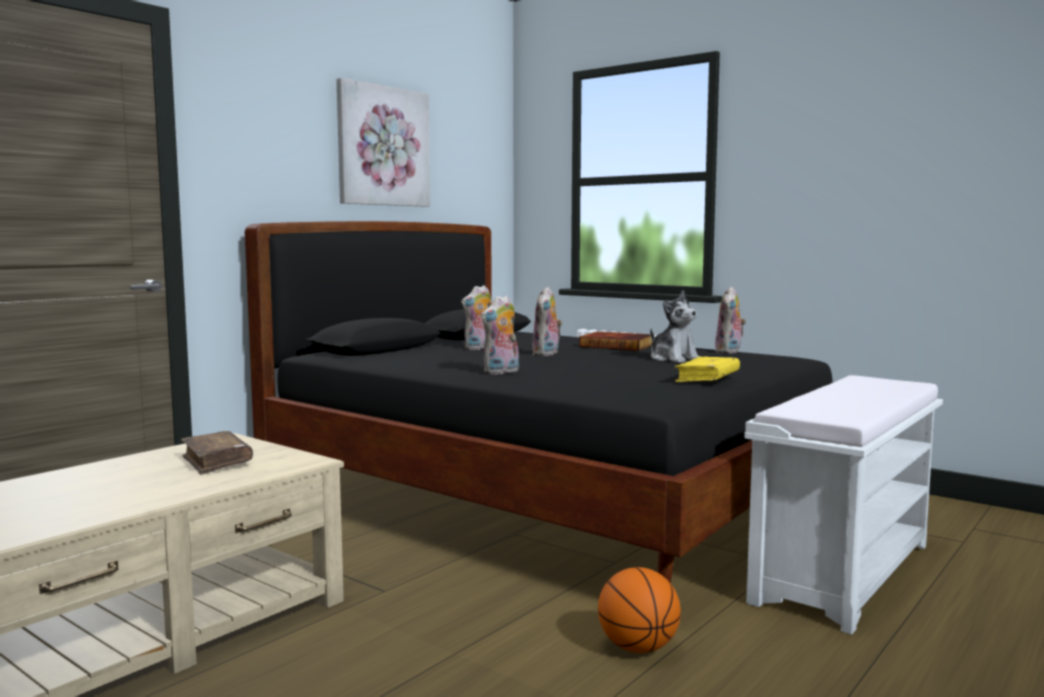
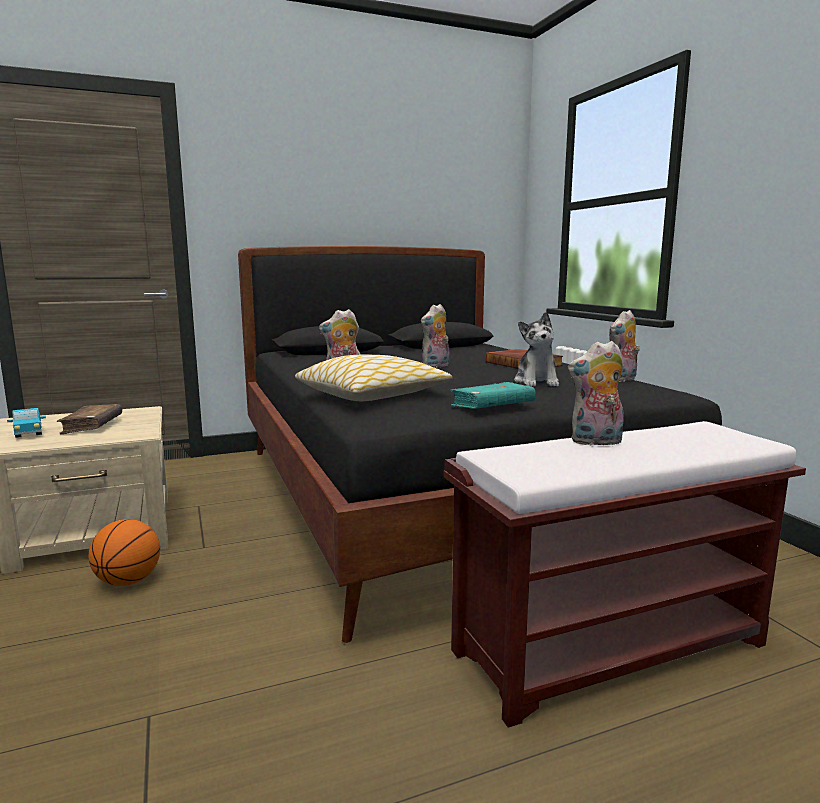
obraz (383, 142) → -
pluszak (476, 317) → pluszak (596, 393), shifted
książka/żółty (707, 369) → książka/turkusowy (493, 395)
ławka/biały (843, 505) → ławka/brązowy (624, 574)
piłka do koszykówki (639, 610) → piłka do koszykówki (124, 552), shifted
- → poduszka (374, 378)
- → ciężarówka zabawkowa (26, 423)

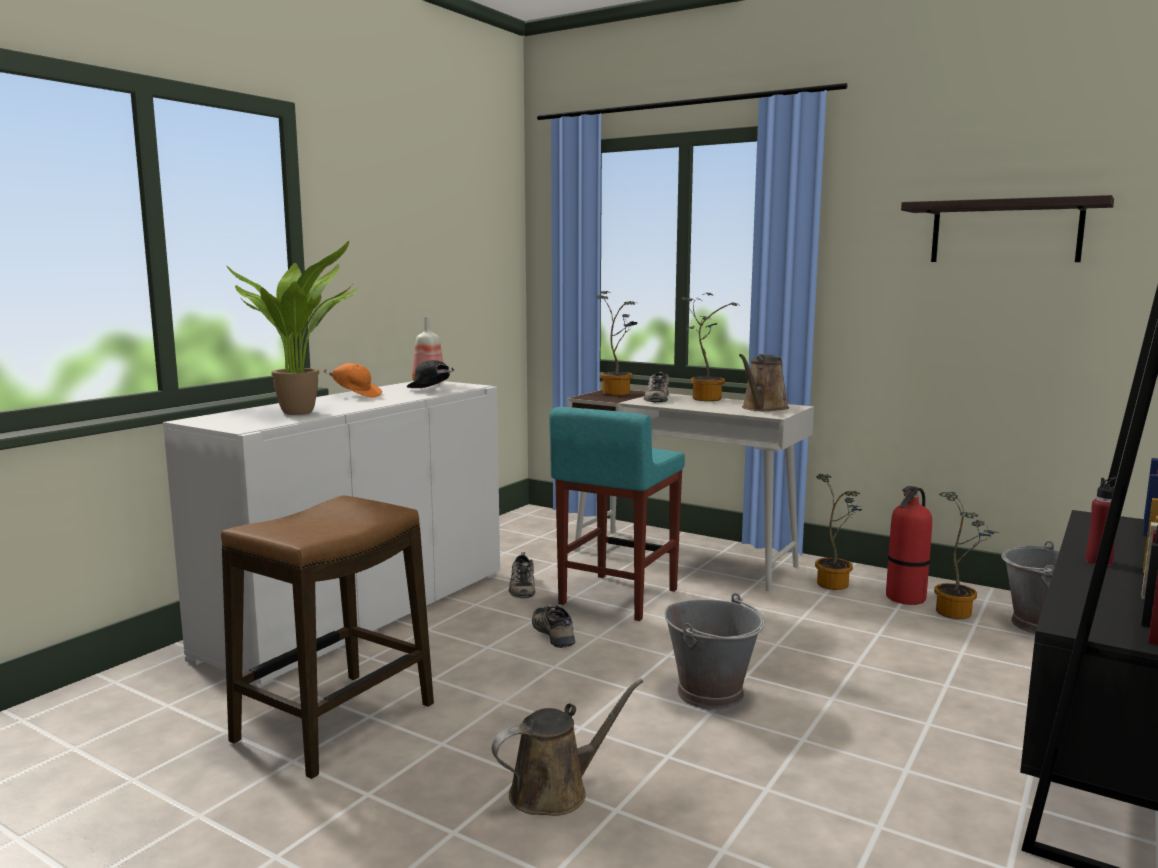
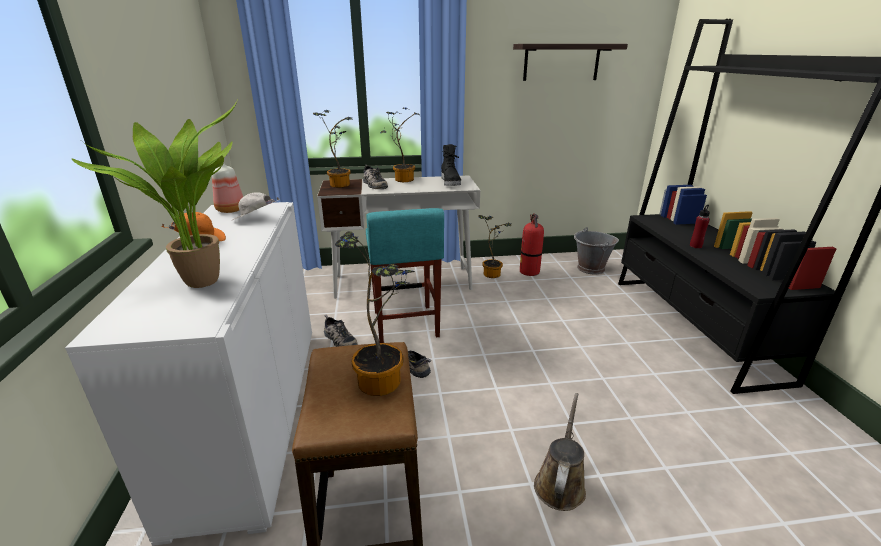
konewka/brązowy (764, 382) → but z cholewką/czarny (451, 165)
czapka z daszkiem/czarny (430, 374) → czapka z daszkiem/biały (255, 206)
roślina doniczkowa (966, 555) → roślina doniczkowa (375, 313), shifted
wiadro/szary (715, 651) → -

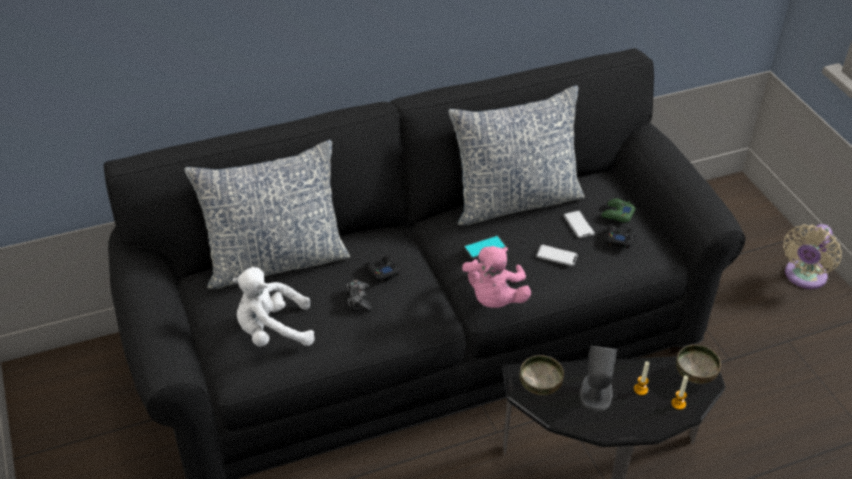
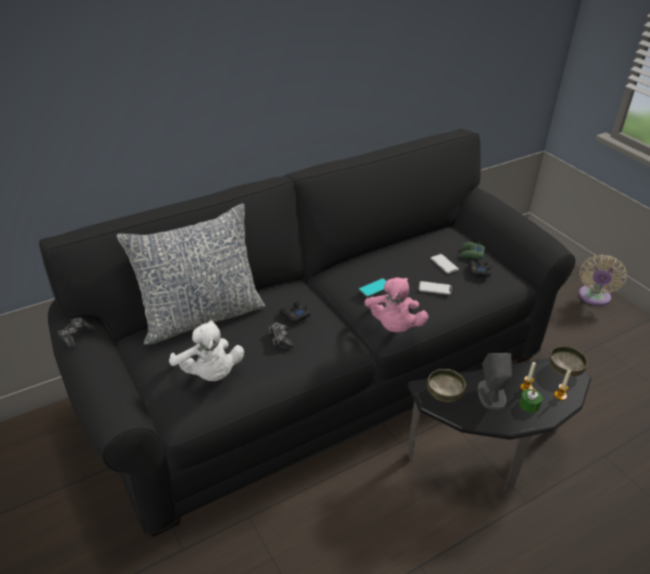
poduszka (516, 155) → -
pluszak/biały (273, 306) → pluszak/biały (206, 350), 105 degrees counterclockwise
- → pad do gier (76, 333)
- → świeca/zielony (531, 400)

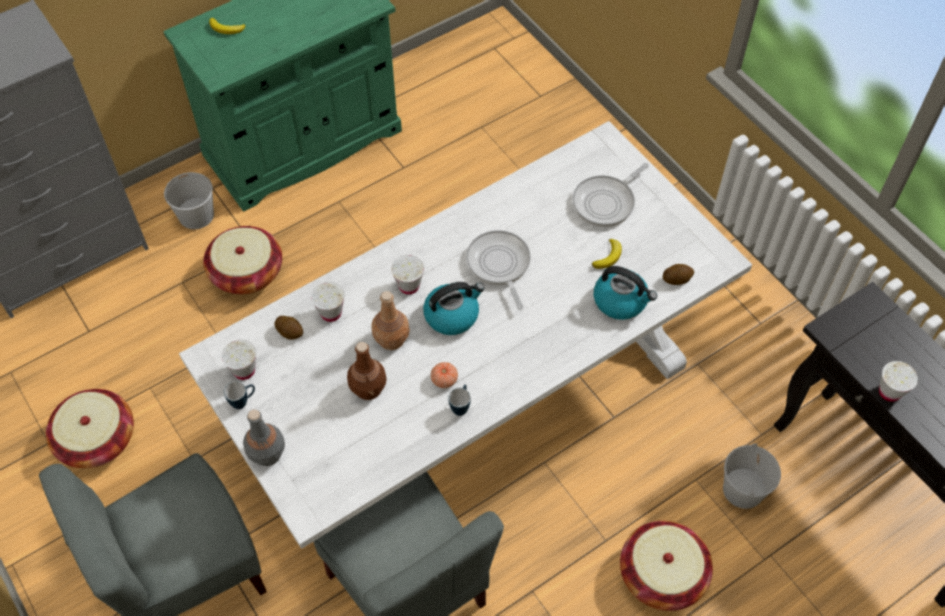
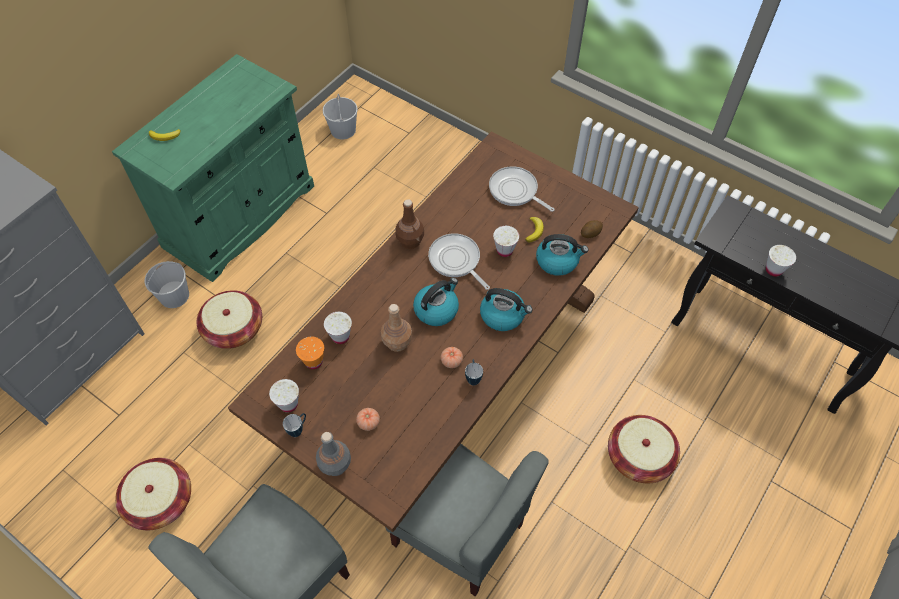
stół jadalny/biały (465, 335) → stół jadalny/brązowy (433, 331)
patelnia (611, 195) → patelnia (522, 189), 105 degrees clockwise
filiżanka/biały (407, 274) → filiżanka/biały (506, 241), shifted
ziemniak (288, 328) → filiżanka/pomarańczowy (310, 352)
butelka/brązowy (367, 371) → butelka/brązowy (409, 224), shifted
wiadro/biały (752, 476) → wiadro/biały (340, 117), shifted
- → czajnik (506, 309)
- → pomidor (368, 419)

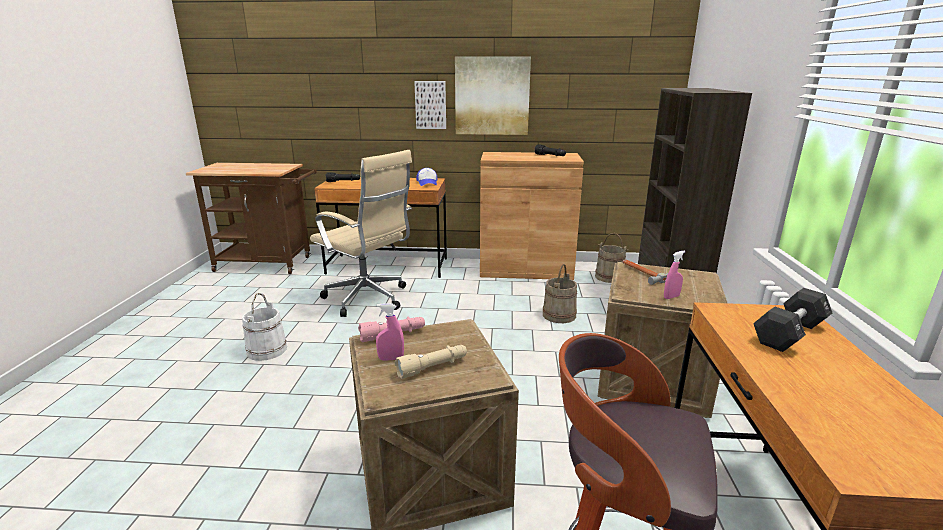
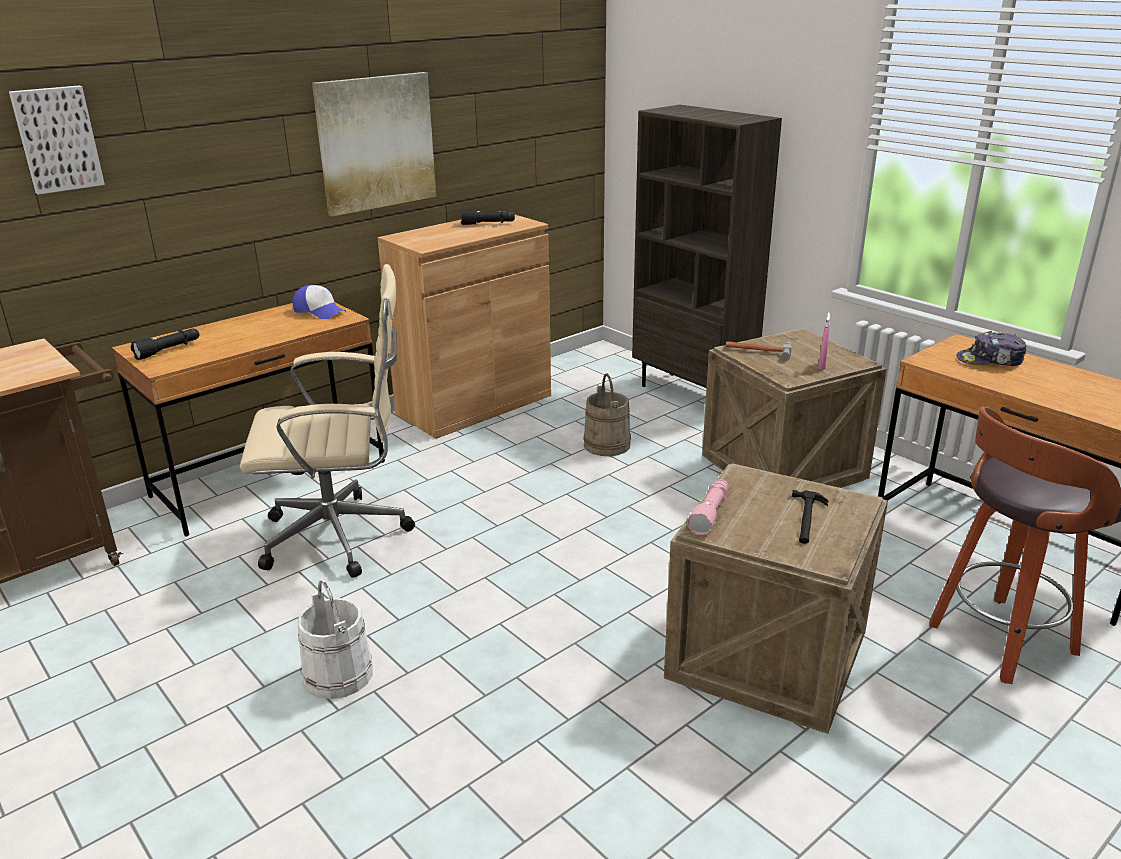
obraz (430, 105) → obraz (57, 140), shifted
wiadro/beżowy (611, 258) → -
hantel/czarny (792, 320) → czapka z daszkiem (991, 348)
spryskiwacz/różowy (390, 332) → -
latarka/beżowy (431, 362) → młotek (810, 517)

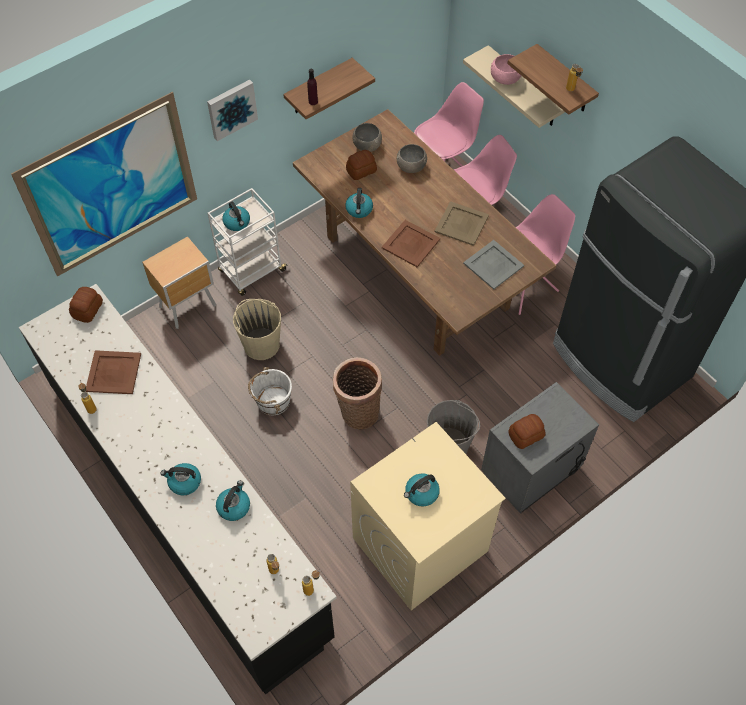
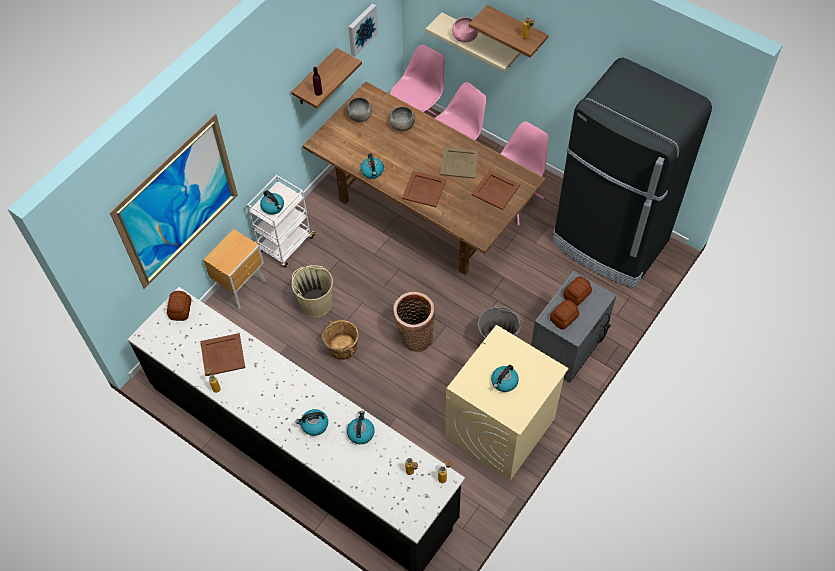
obraz (232, 110) → obraz (363, 30), shifted
chleb (361, 165) → chleb (577, 291), shifted
taca/szary (493, 265) → taca/brązowy (496, 190)
wiadro/biały (270, 391) → wiadro/brązowy (340, 340)

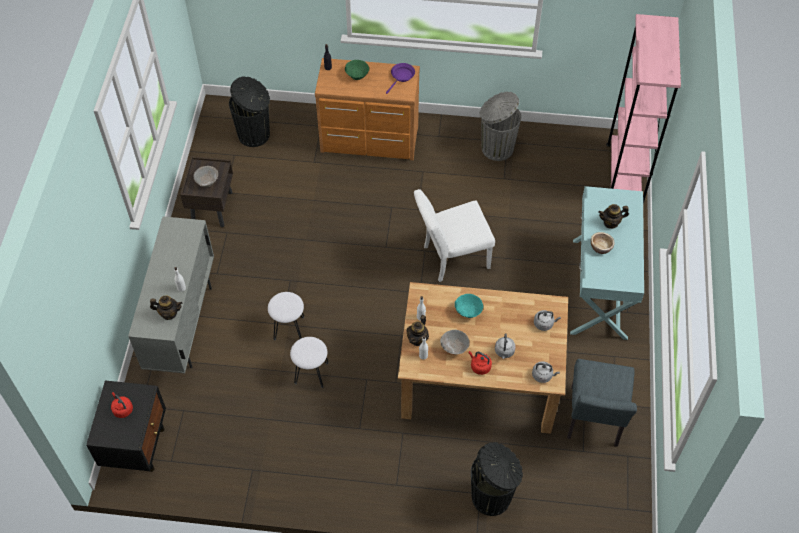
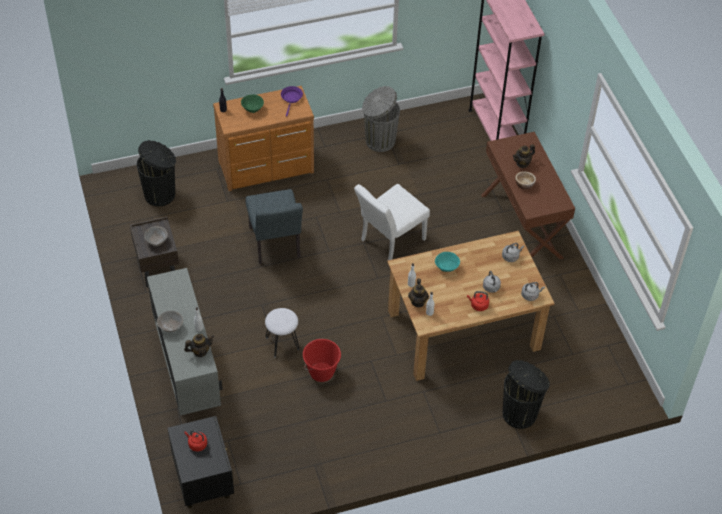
stolik konsolowy/turkusowy (607, 263) → stolik konsolowy/brązowy (528, 195)
miska/szary (455, 342) → miska/szary (170, 321), shifted
stołek/biały (309, 362) → wiadro/czerwony (322, 360)
krzesło/szary (602, 403) → krzesło/szary (274, 226), shifted

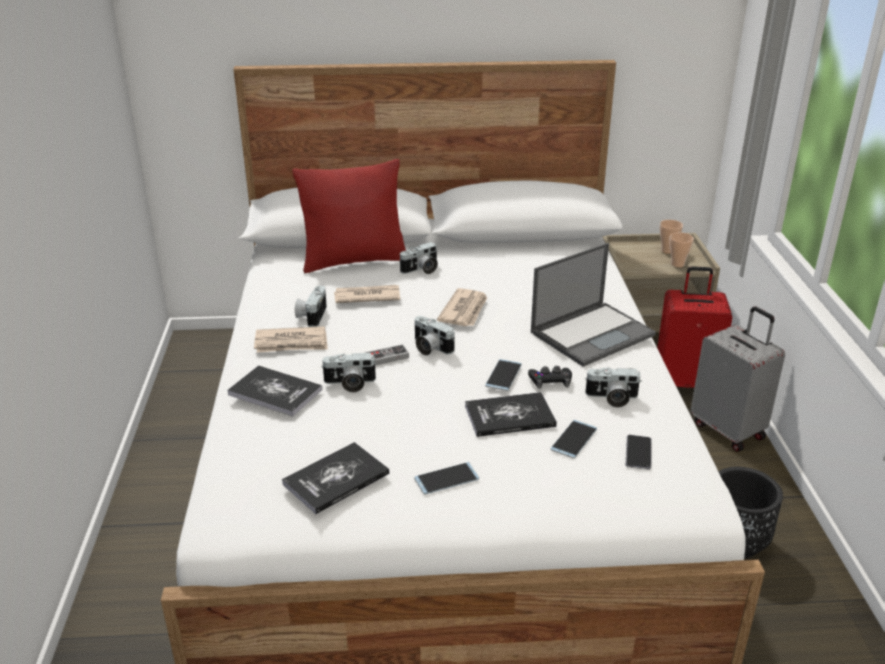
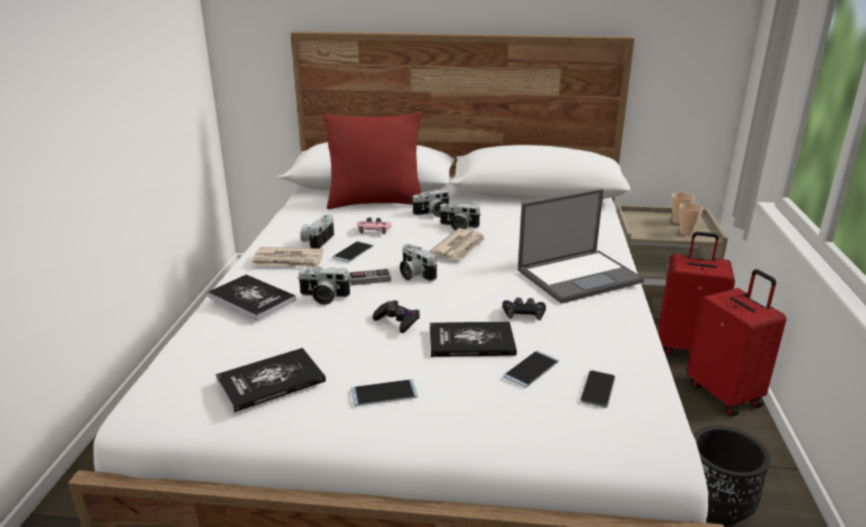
gazeta (367, 294) → pad do gier/różowy (374, 226)
walizka/szary (738, 379) → walizka/czerwony (736, 342)
telefon (503, 375) → telefon (353, 251), shifted
aparat fotograficzny (613, 387) → aparat fotograficzny (460, 216), shifted
- → pad do gier/czarny (396, 316)

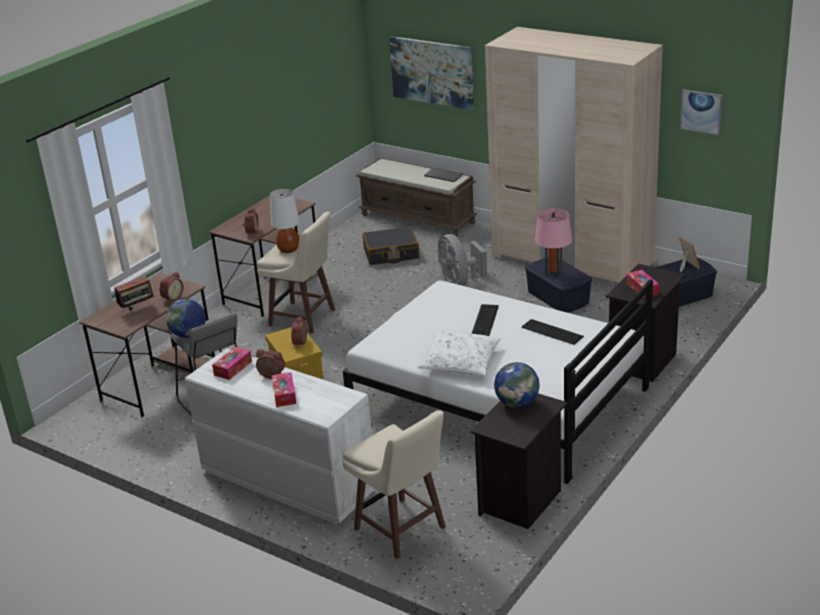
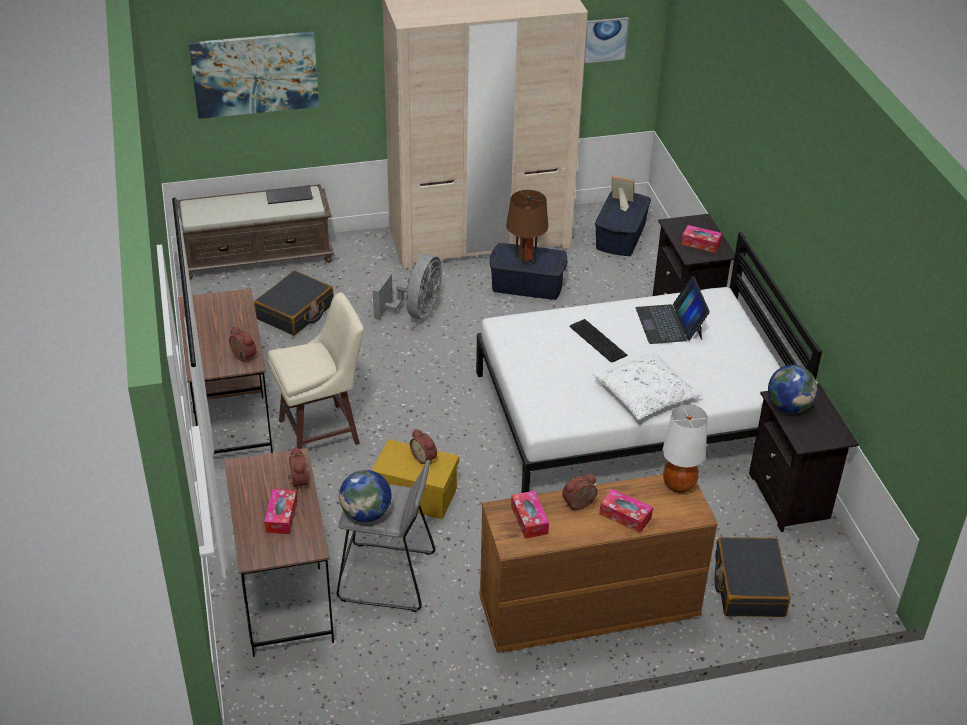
lampa stołowa/biały (285, 221) → lampa stołowa/biały (685, 448), shifted
lampa stołowa/różowy (553, 242) → lampa stołowa/brązowy (527, 228)
wentylator/szary (462, 260) → wentylator/szary (407, 286), 90 degrees counterclockwise
radio (133, 293) → pudełko chusteczek (281, 511)
klawiatura (553, 332) → laptop (673, 310)
komoda/biały (280, 436) → komoda/brązowy (598, 563)
stołek/beżowy (394, 484) → walizka/czarny (752, 577)

